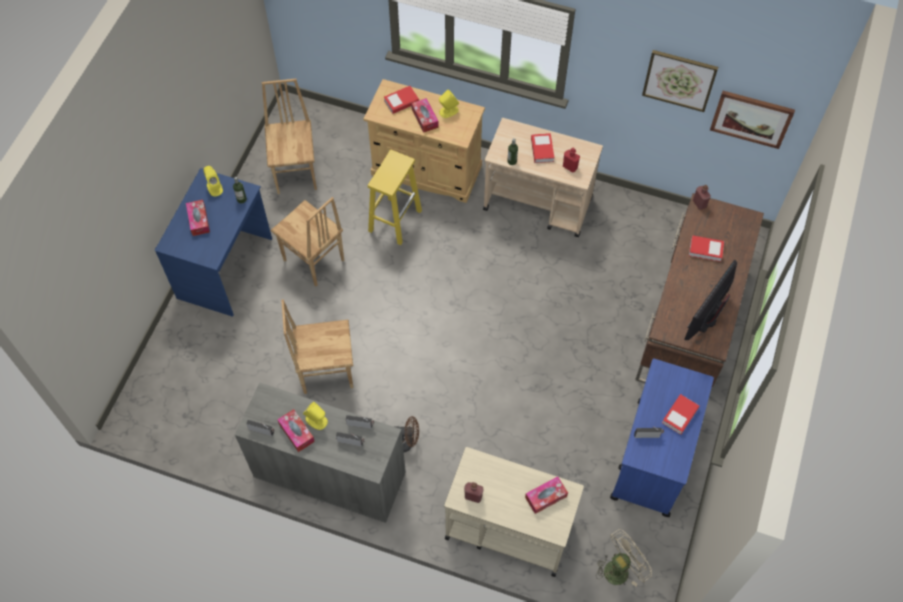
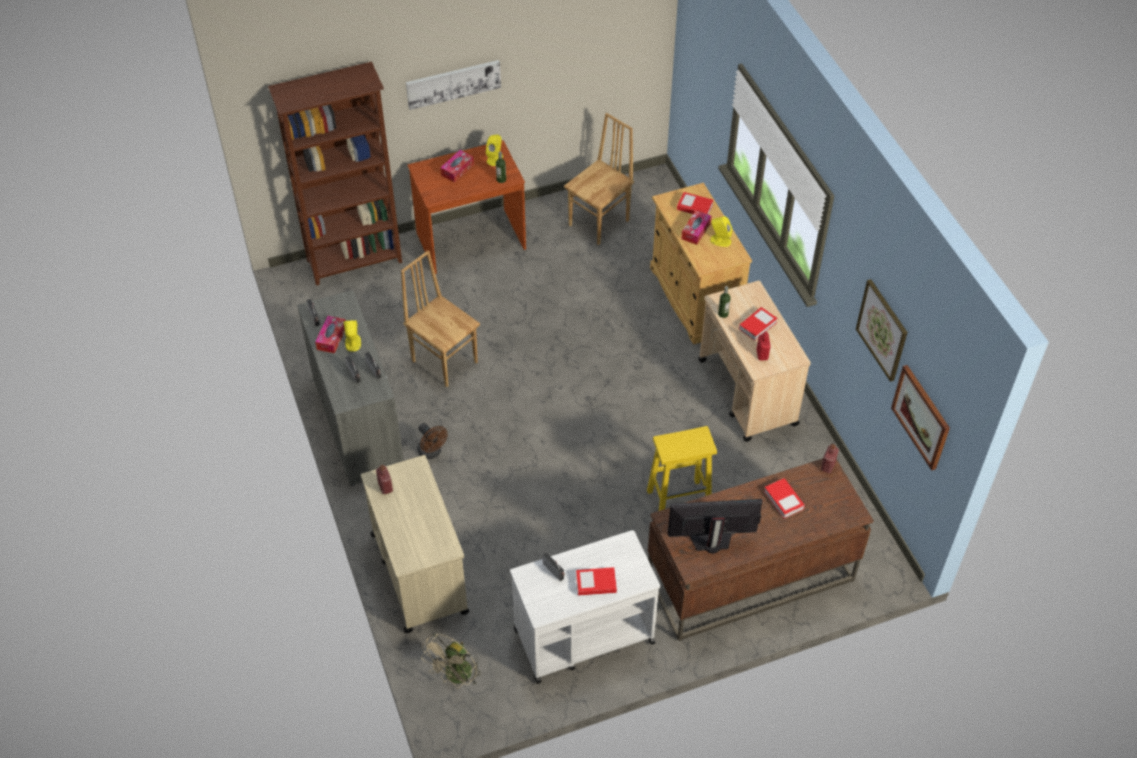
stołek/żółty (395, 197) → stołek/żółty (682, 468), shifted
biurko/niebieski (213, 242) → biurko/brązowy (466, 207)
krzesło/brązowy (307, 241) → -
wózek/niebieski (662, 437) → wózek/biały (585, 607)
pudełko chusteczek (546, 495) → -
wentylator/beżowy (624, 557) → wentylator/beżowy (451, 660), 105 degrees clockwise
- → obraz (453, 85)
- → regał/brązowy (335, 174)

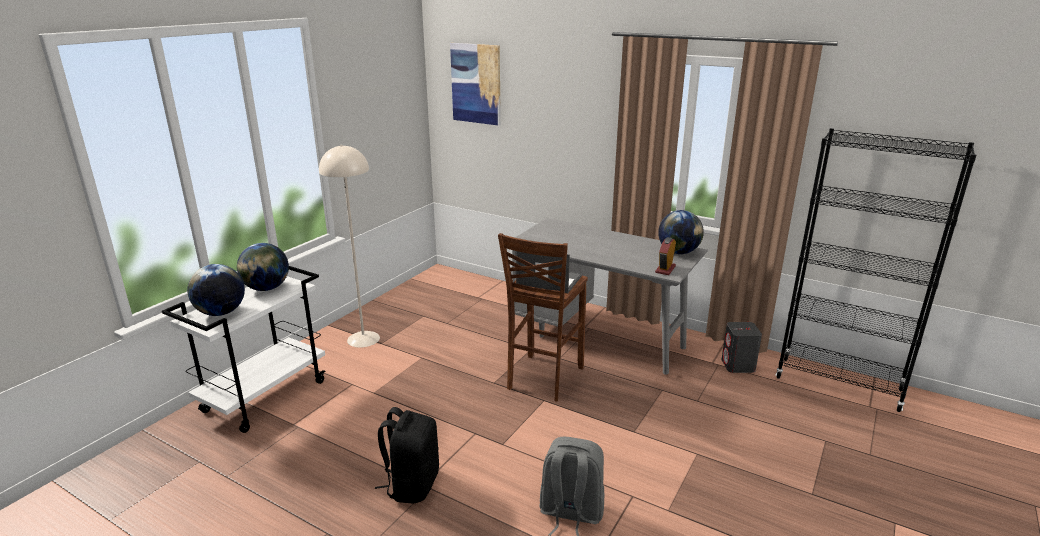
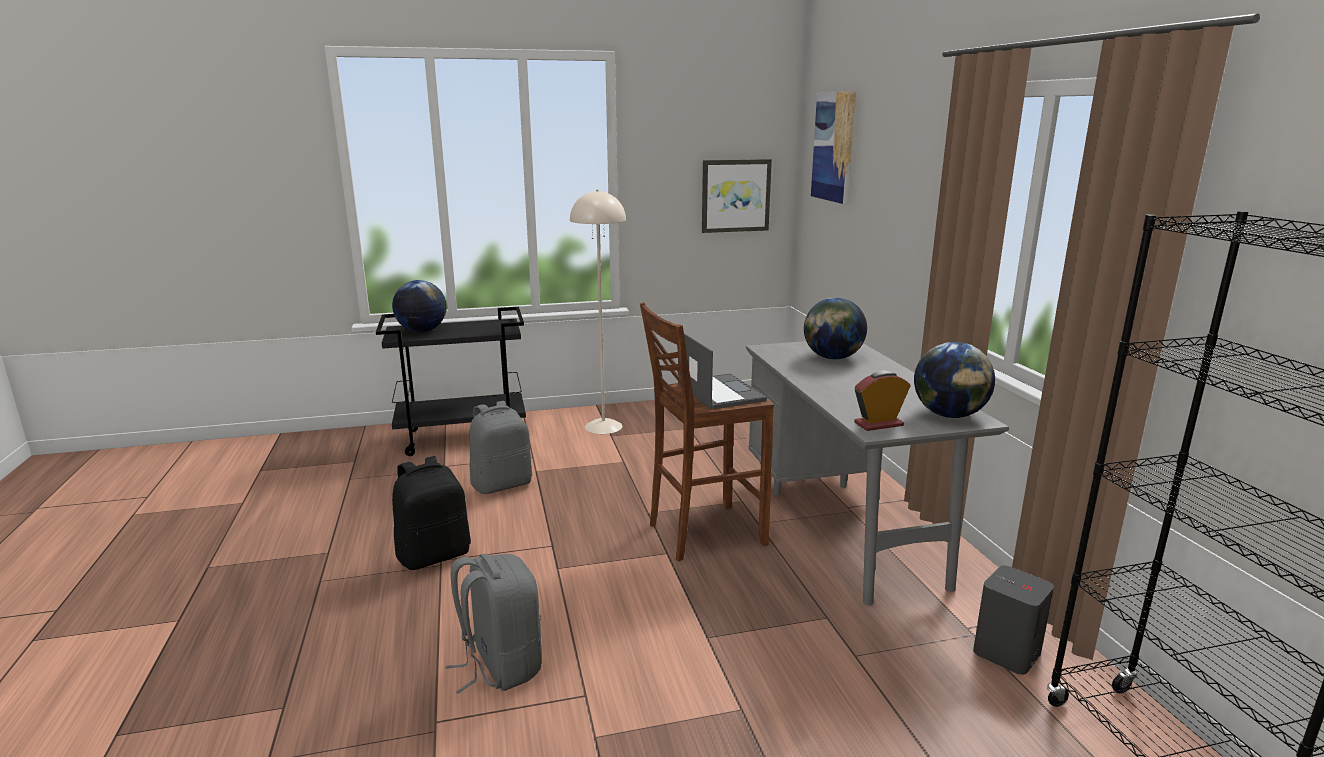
globus (263, 267) → globus (835, 328), shifted
wózek/biały (243, 349) → wózek/czarny (451, 381)
- → obraz (737, 196)
- → plecak/szary (500, 447)

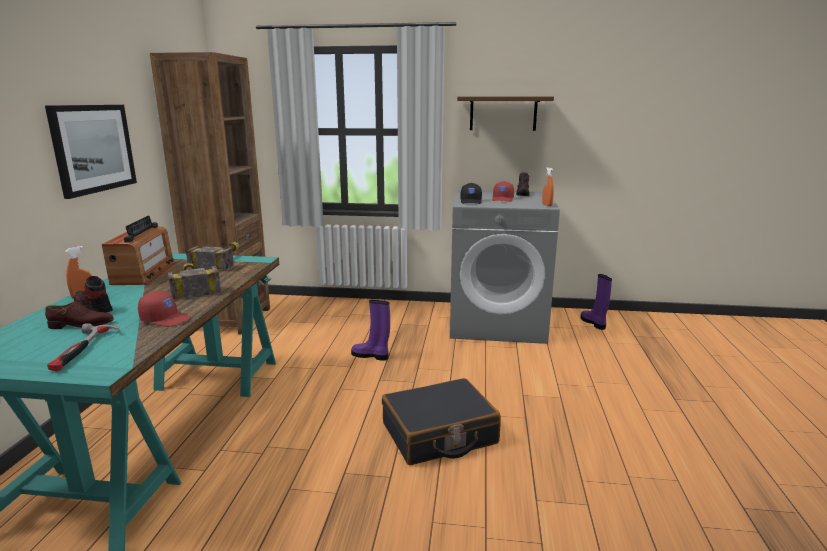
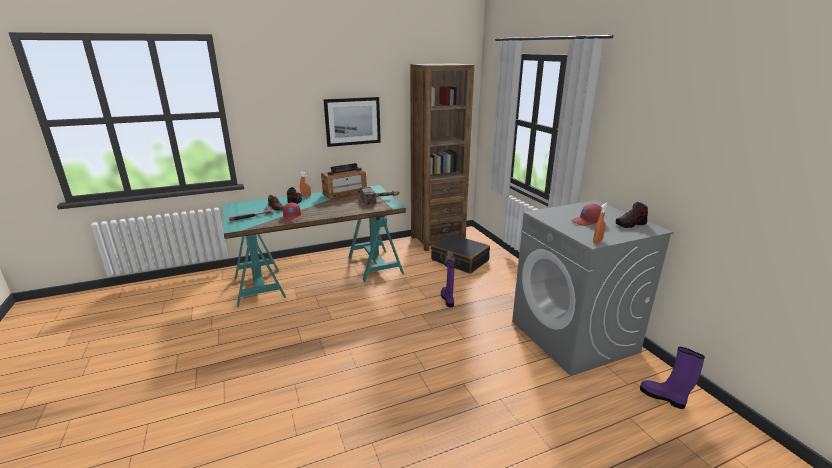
półka/brązowy (505, 114) → -
czapka z daszkiem/czarny (471, 193) → -
młotek (194, 281) → -
but z cholewką/fioletowy (596, 302) → but z cholewką/fioletowy (672, 378), 90 degrees counterclockwise
walizka/czarny (441, 421) → walizka/czarny (460, 254), shifted

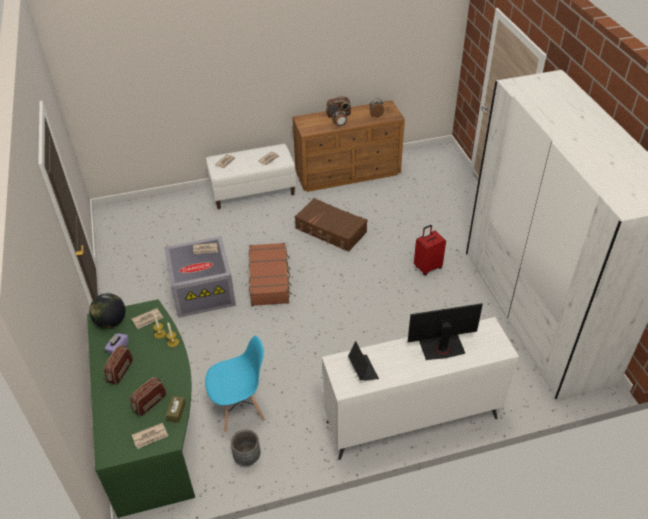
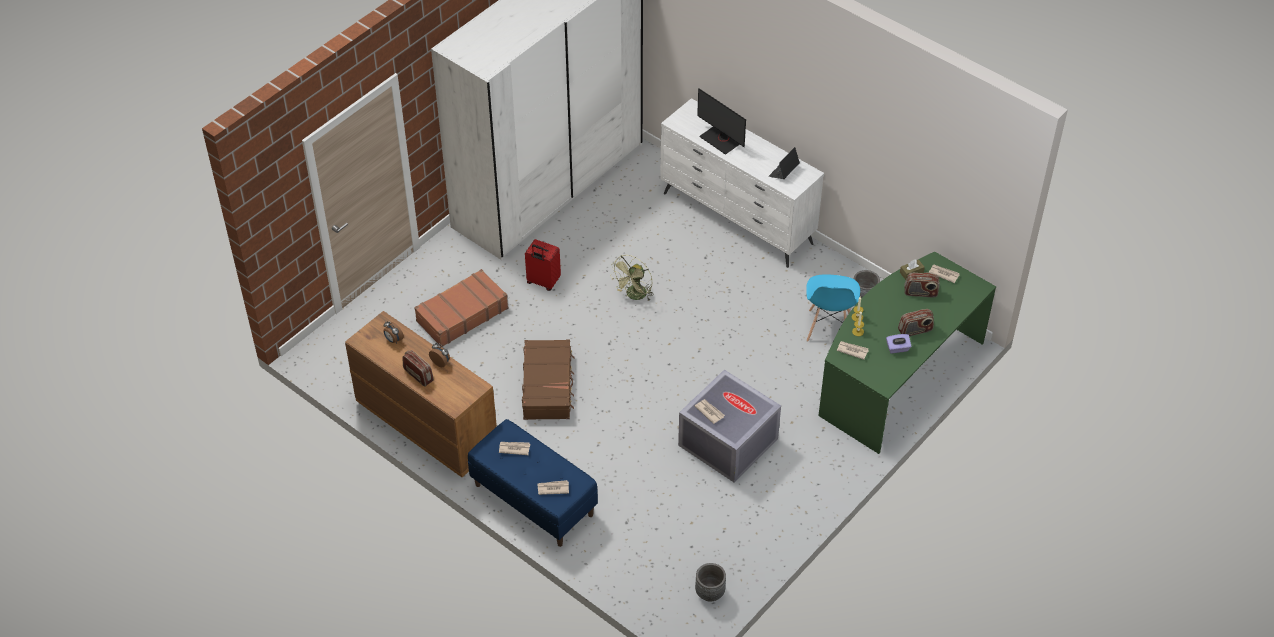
ławka/biały (251, 176) → ławka/niebieski (533, 483)
walizka/brązowy (270, 274) → walizka/brązowy (461, 308), shifted
globus (107, 310) → -
krzesło/niebieski (235, 384) → krzesło/niebieski (833, 308), 120 degrees counterclockwise
- → wentylator/zielony (632, 278)
- → donica/szary (710, 582)

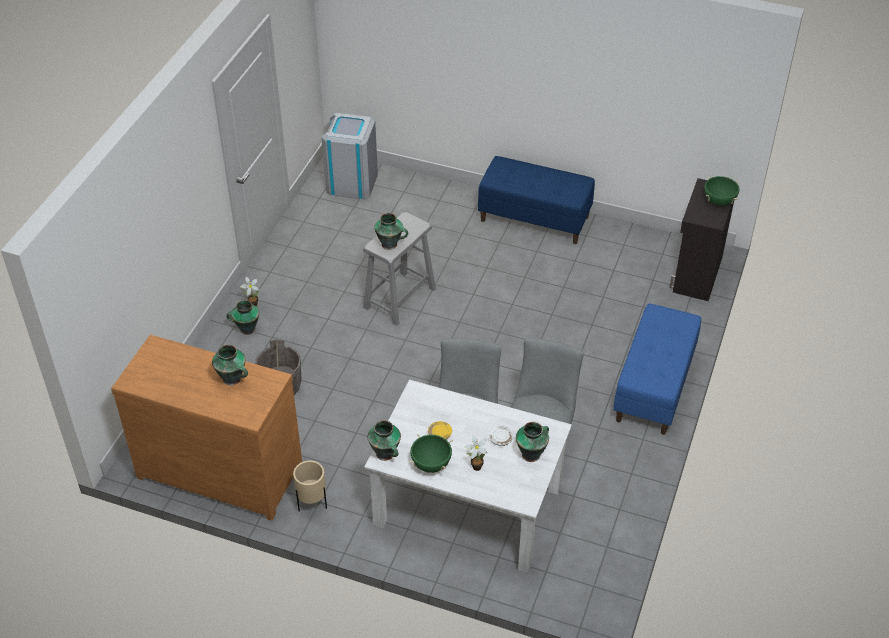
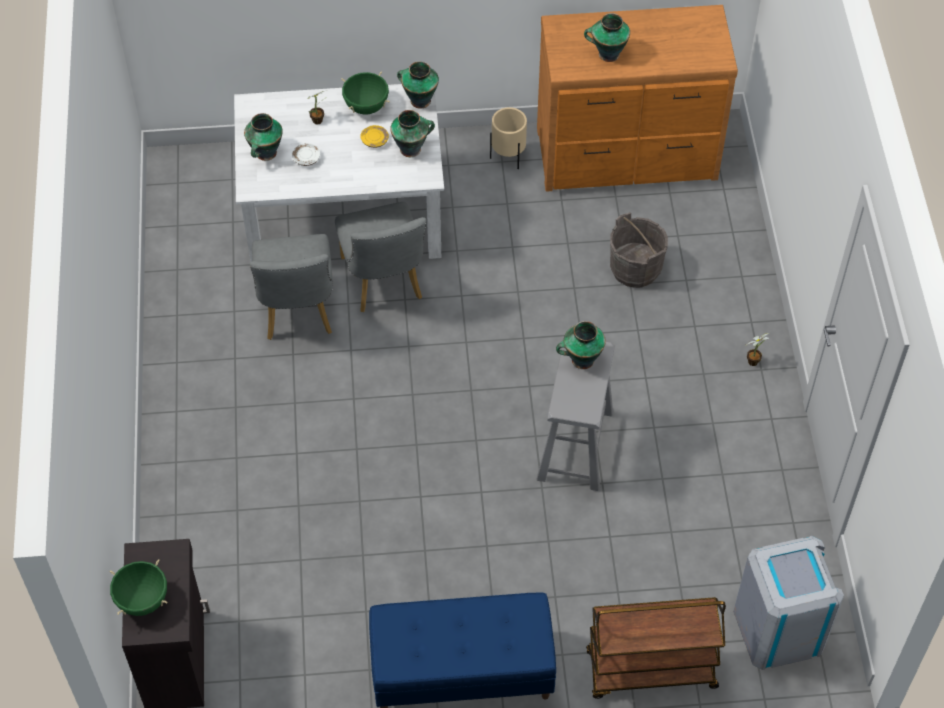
wazon (243, 317) → wazon (412, 133), shifted
ławka/niebieski (657, 369) → -
- → wózek/brązowy (656, 648)

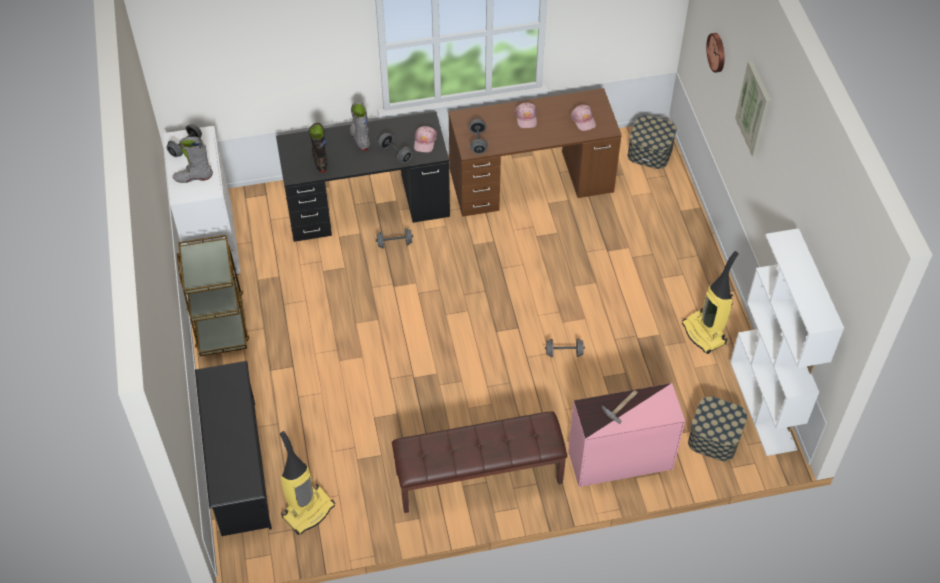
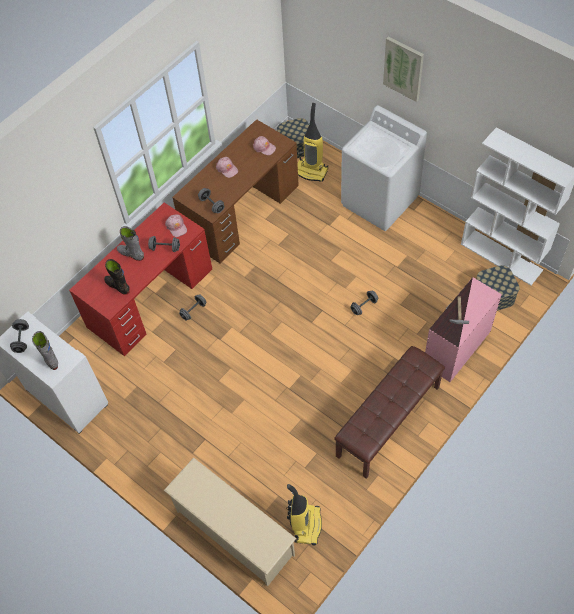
zegar ścienny (715, 53) → -
biurko/czarny (363, 177) → biurko/czerwony (140, 279)
but z cholewką/szary (193, 160) → but z cholewką/szary (45, 350), 105 degrees clockwise
wózek/brązowy (213, 295) → -
odkurzacz (710, 302) → odkurzacz (313, 142), shifted
regał na buty/czarny (233, 448) → regał na buty/beżowy (230, 522)
- → pralka/biały (384, 168)

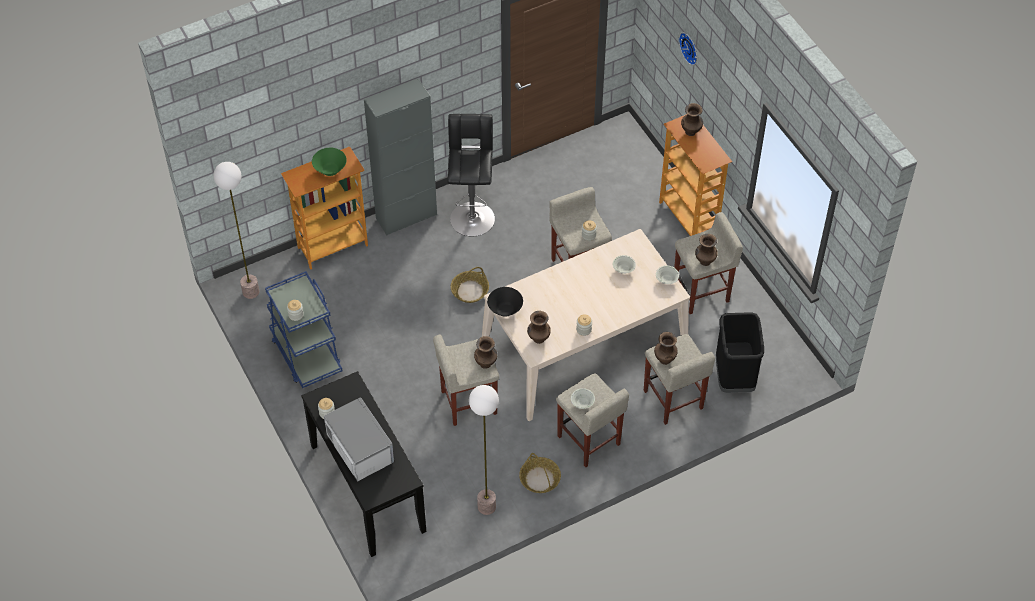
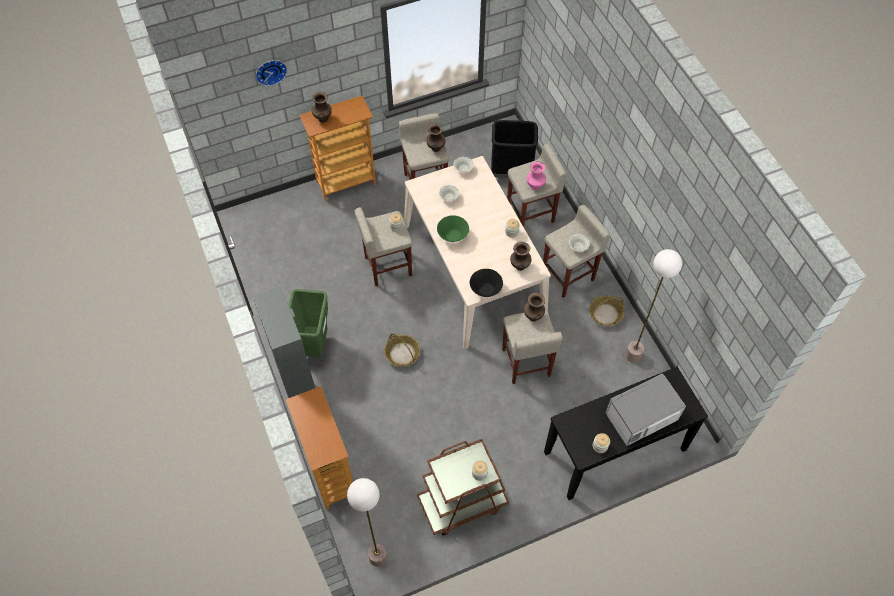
stołek/czarny (471, 175) → kosz na śmieci/zielony (308, 323)
miska/zielony (329, 162) → miska/zielony (453, 228), shifted
wózek/niebieski (304, 329) → wózek/brązowy (463, 487)
wazon/brązowy (666, 348) → wazon/różowy (536, 175)

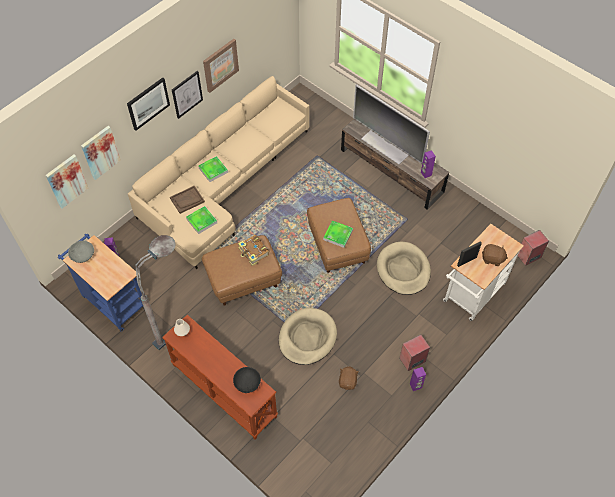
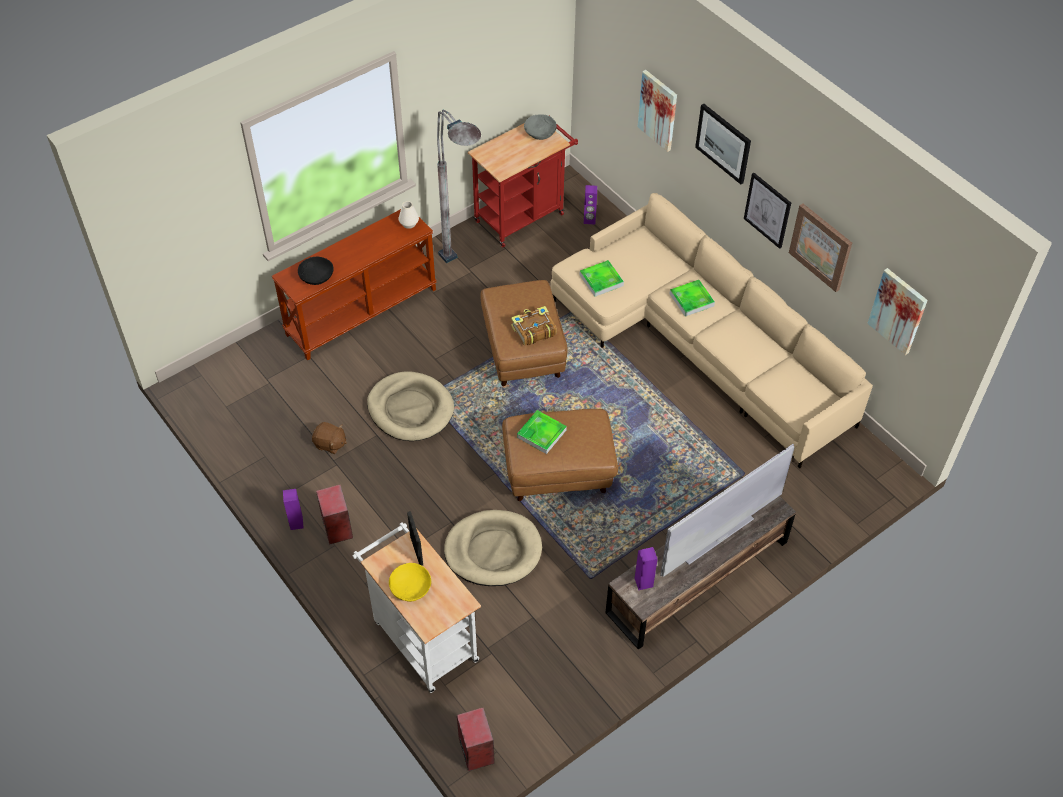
obraz (67, 181) → obraz (897, 311), shifted
taca/brązowy (187, 199) → -
wózek/niebieski (101, 283) → wózek/czerwony (523, 181)
pluszak/brązowy (495, 255) → miska/żółty (410, 582)

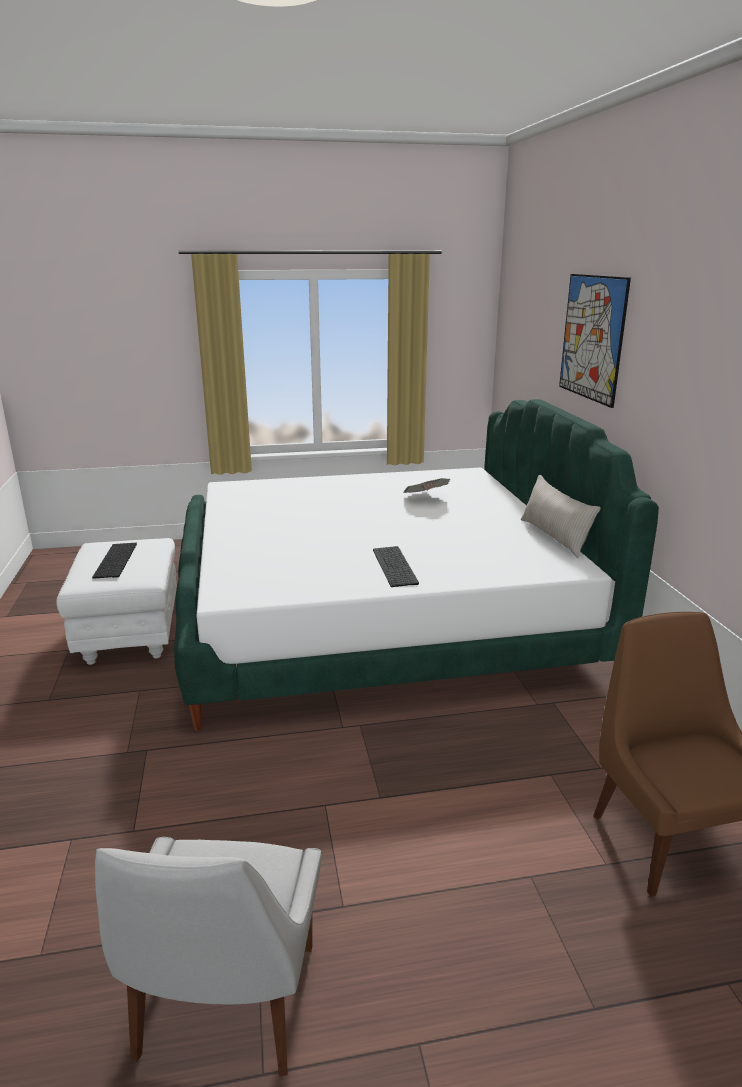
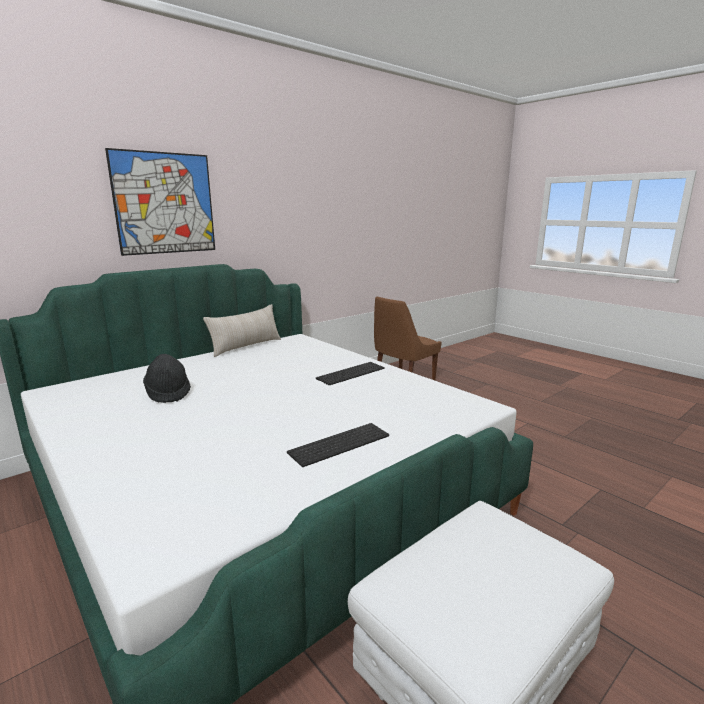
gazeta (427, 485) → kapelusz/czarny (167, 378)
klawiatura (114, 561) → klawiatura (338, 445), shifted
krzesło/biały (208, 957) → -

